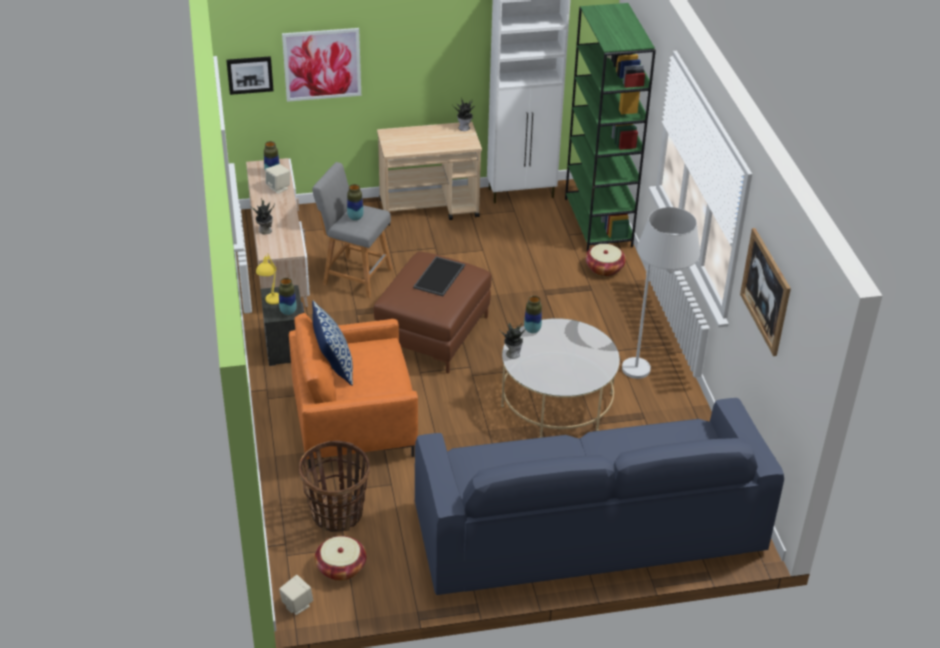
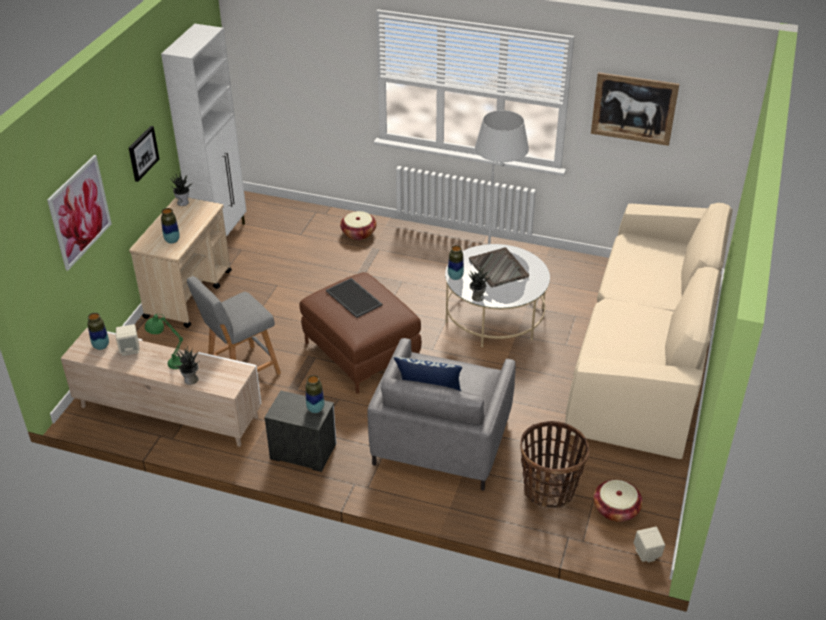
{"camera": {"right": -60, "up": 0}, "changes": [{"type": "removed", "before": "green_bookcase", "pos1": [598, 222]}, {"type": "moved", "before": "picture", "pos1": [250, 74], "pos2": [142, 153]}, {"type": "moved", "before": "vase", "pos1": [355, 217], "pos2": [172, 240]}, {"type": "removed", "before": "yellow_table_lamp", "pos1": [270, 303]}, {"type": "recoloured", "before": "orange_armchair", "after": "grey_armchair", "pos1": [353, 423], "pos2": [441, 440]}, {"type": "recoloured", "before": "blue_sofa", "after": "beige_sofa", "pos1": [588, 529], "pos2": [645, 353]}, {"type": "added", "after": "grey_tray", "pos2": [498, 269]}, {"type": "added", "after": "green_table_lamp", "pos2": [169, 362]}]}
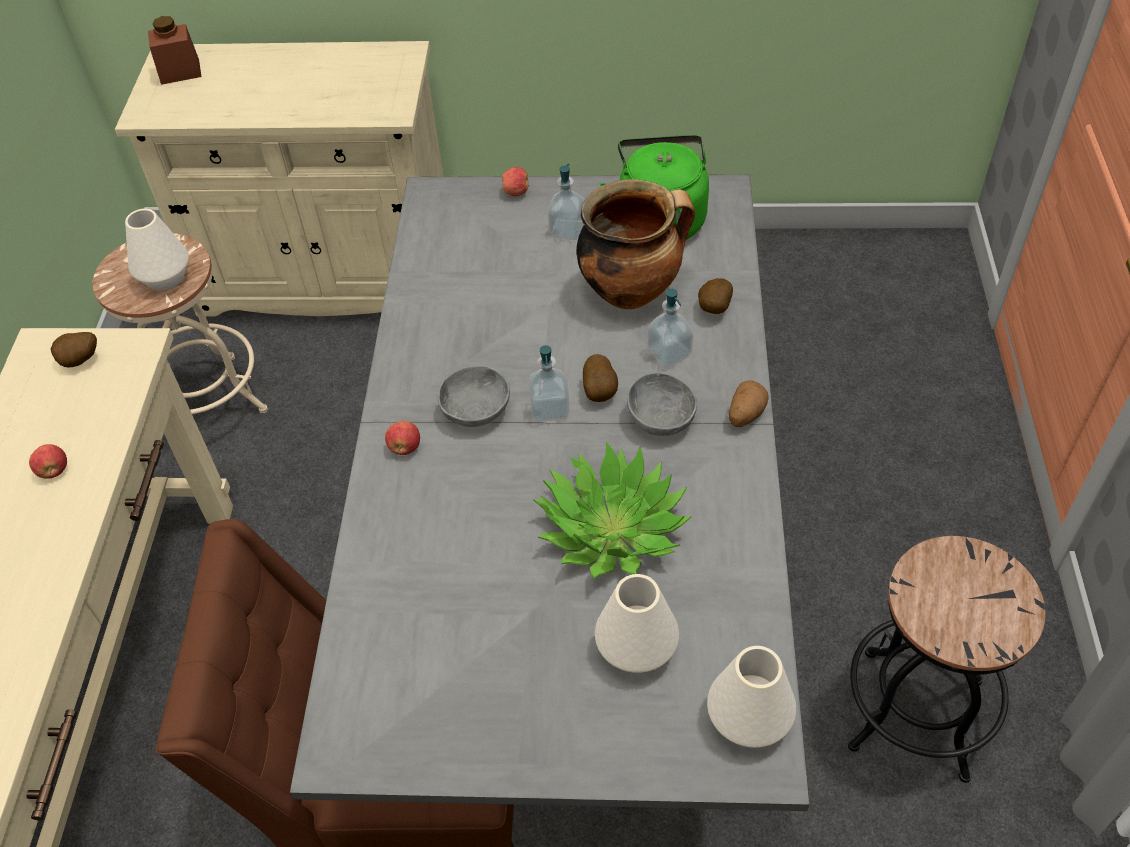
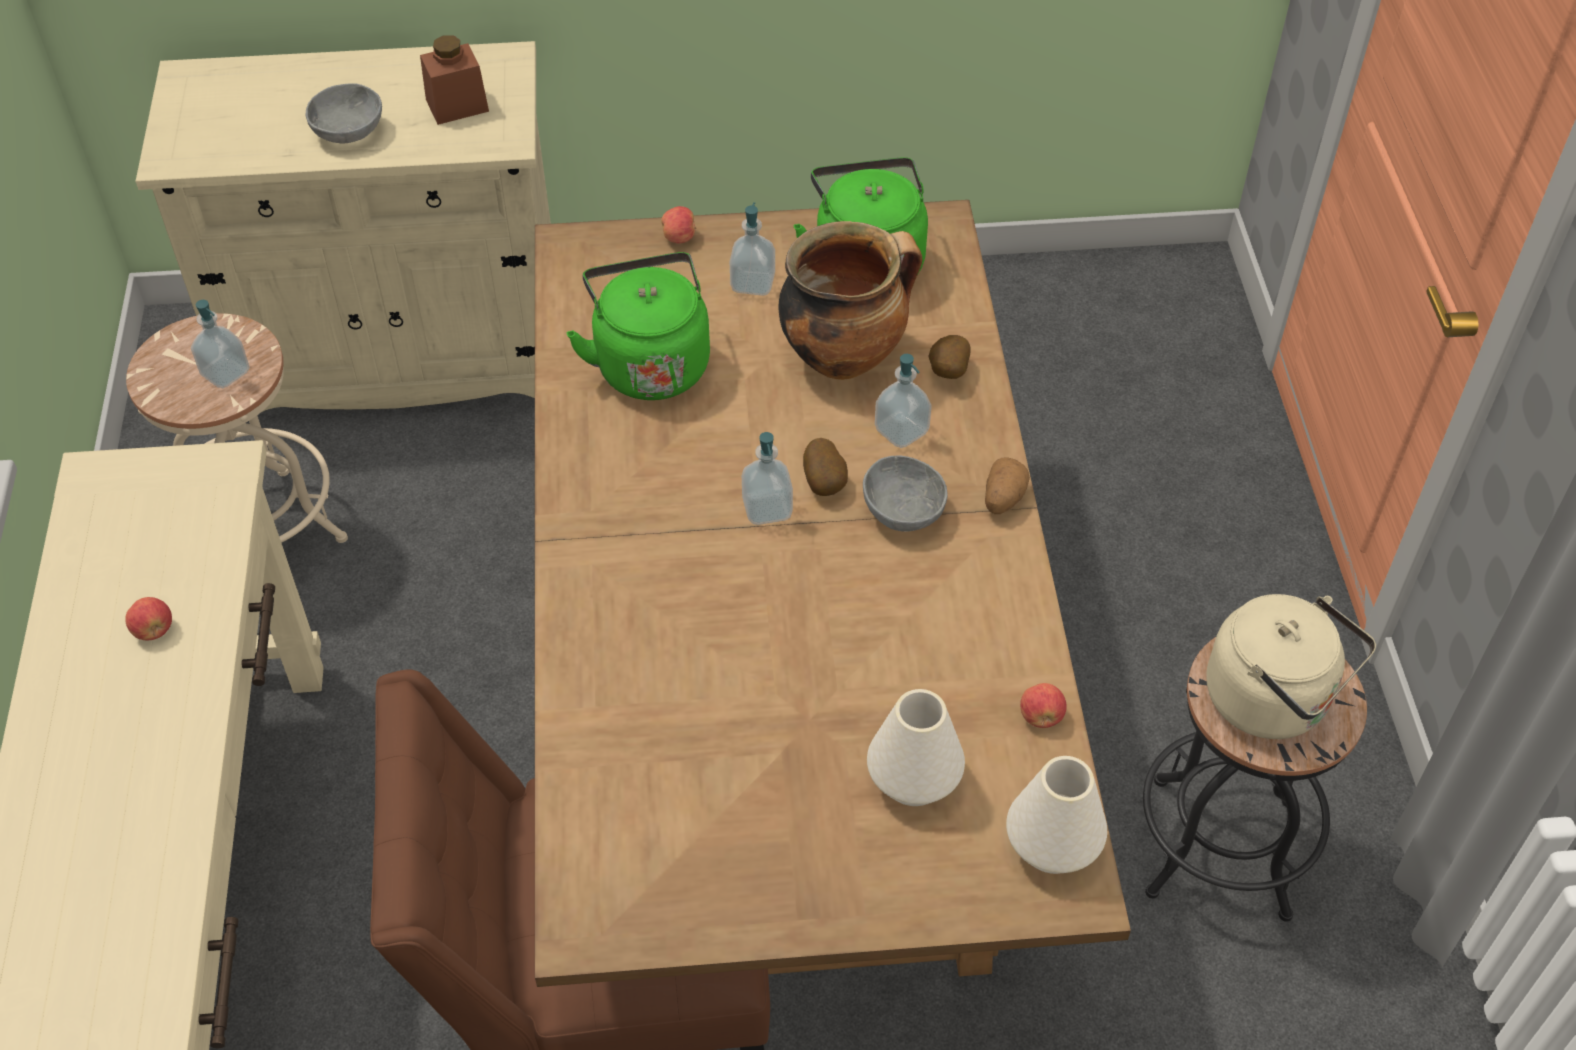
{"camera": {"right": -10, "up": 0}, "changes": [{"type": "moved", "before": "brown_jar", "pos1": [180, 71], "pos2": [457, 105]}, {"type": "recoloured", "before": "grey_dining_table", "after": "brown_dining_table", "pos1": [575, 588], "pos2": [789, 734]}, {"type": "replaced", "before": "white_vase", "after": "soap_dispenser", "pos1": [165, 277], "pos2": [225, 373]}, {"type": "removed", "before": "potato", "pos1": [81, 361]}, {"type": "moved", "before": "grey_bowl", "pos1": [476, 412], "pos2": [349, 133]}, {"type": "moved", "before": "apple", "pos1": [405, 447], "pos2": [1041, 717]}, {"type": "removed", "before": "potted_plant", "pos1": [611, 529]}, {"type": "added", "after": "green_kettle", "pos2": [650, 362]}, {"type": "added", "after": "beige_kettle", "pos2": [1273, 701]}]}
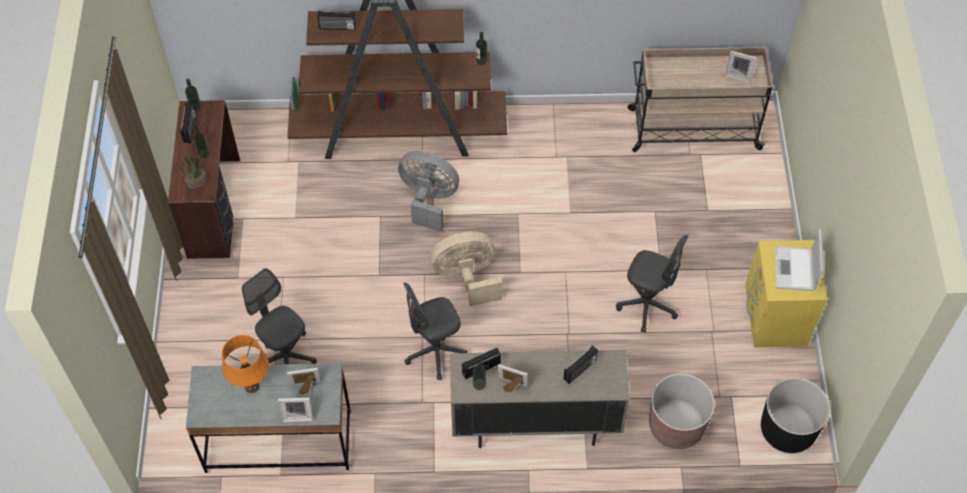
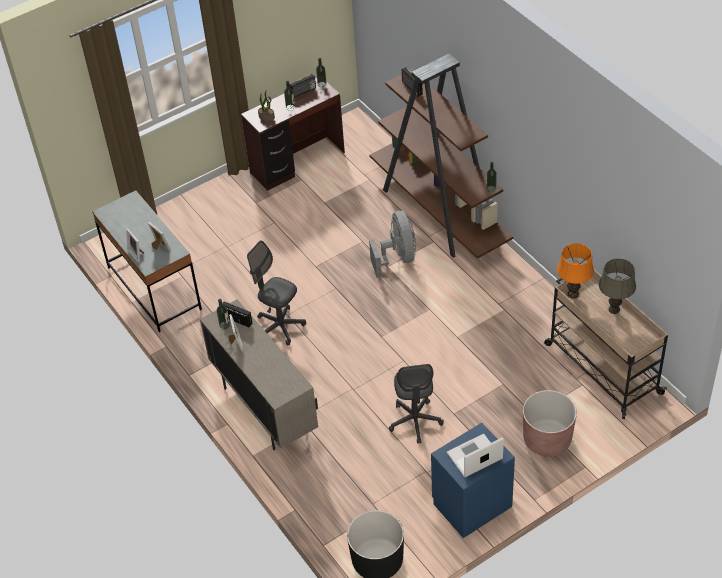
{"camera": {"right": 60, "up": -10}, "changes": [{"type": "removed", "before": "picture_frame", "pos1": [738, 75]}, {"type": "removed", "before": "beige_fan", "pos1": [467, 278]}, {"type": "recoloured", "before": "yellow_nightstand", "after": "blue_nightstand", "pos1": [774, 317], "pos2": [471, 504]}, {"type": "removed", "before": "grey_office_chair", "pos1": [285, 357]}, {"type": "moved", "before": "orange_table_lamp", "pos1": [252, 386], "pos2": [573, 294]}, {"type": "removed", "before": "radio", "pos1": [580, 370]}, {"type": "moved", "before": "brown_planter", "pos1": [676, 425], "pos2": [547, 439]}, {"type": "added", "after": "grey_table_lamp", "pos2": [614, 309]}]}
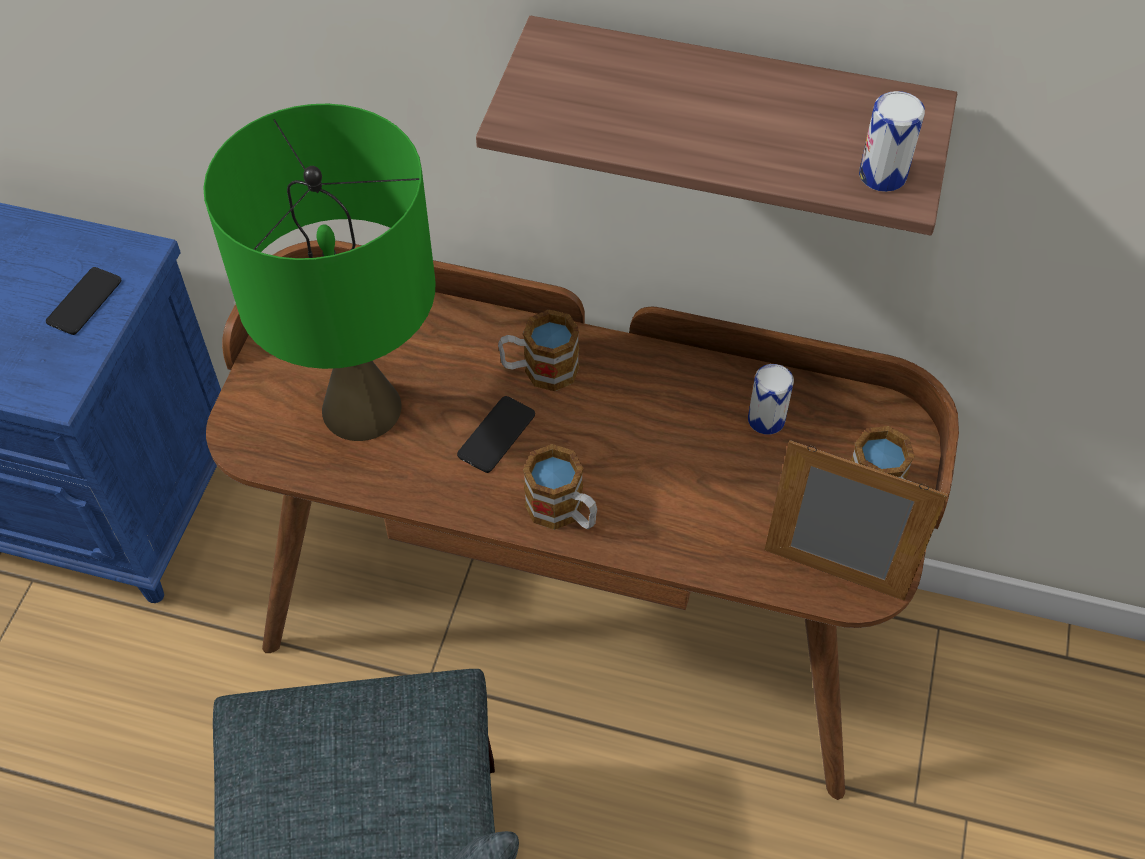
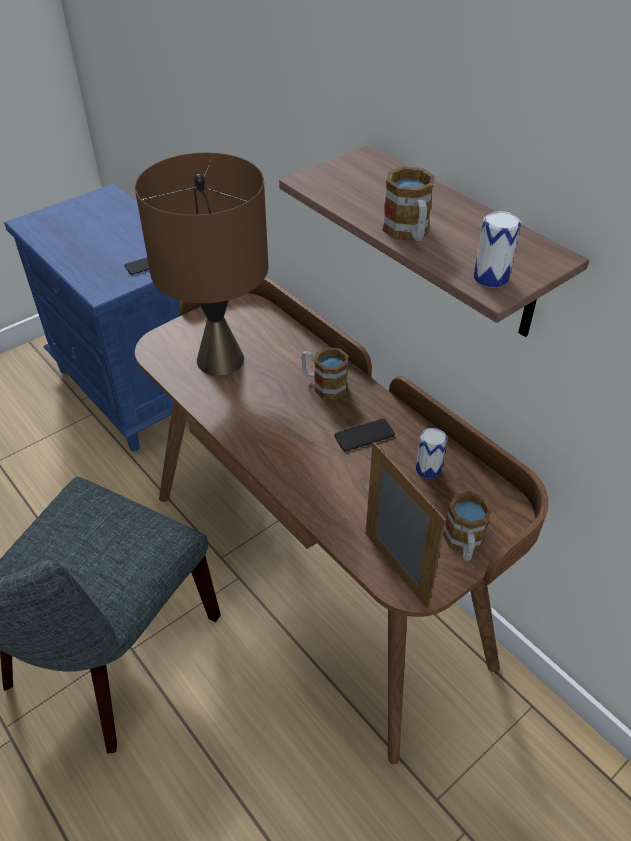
{"camera": {"right": 35, "up": -10}, "changes": [{"type": "recoloured", "before": "green_table_lamp", "after": "brown_table_lamp", "pos1": [362, 408], "pos2": [221, 359]}, {"type": "moved", "before": "phone", "pos1": [496, 435], "pos2": [364, 435]}, {"type": "moved", "before": "mug", "pos1": [563, 512], "pos2": [408, 233]}]}
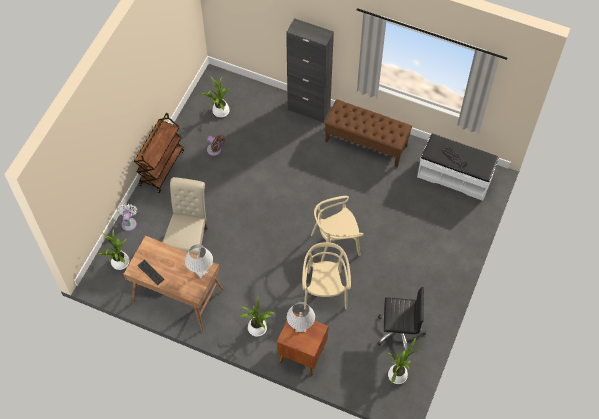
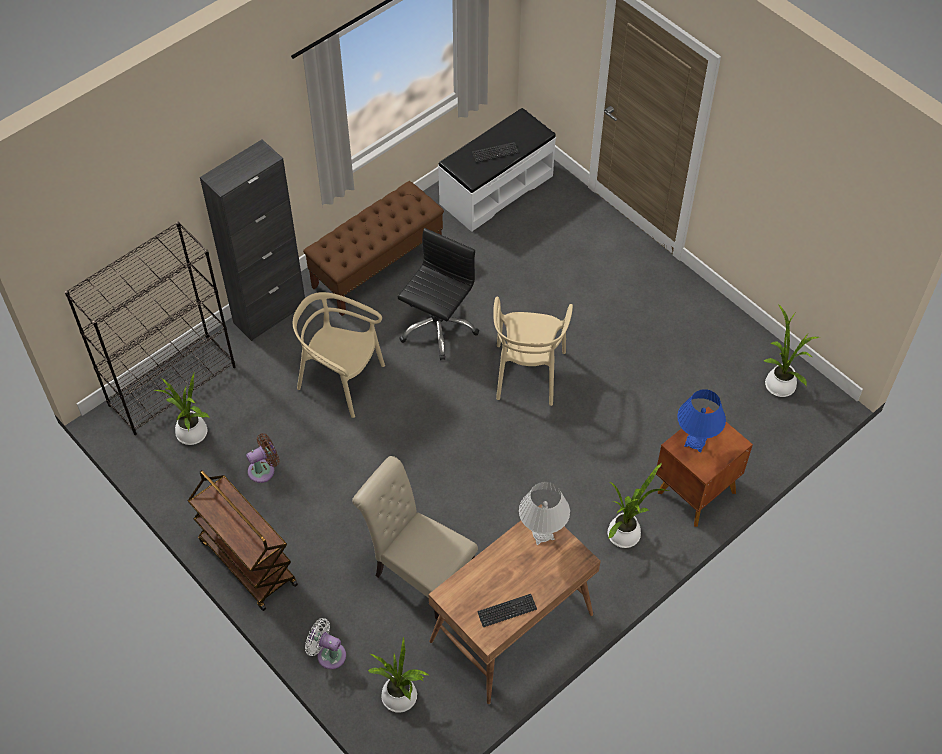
{"camera": {"right": -65, "up": -5}, "changes": [{"type": "moved", "before": "beige_chair", "pos1": [325, 291], "pos2": [341, 380]}, {"type": "moved", "before": "black_office_chair", "pos1": [399, 331], "pos2": [438, 327]}, {"type": "recoloured", "before": "white_table_lamp", "after": "blue_table_lamp", "pos1": [300, 327], "pos2": [695, 442]}, {"type": "added", "after": "black_bookcase", "pos2": [173, 385]}]}
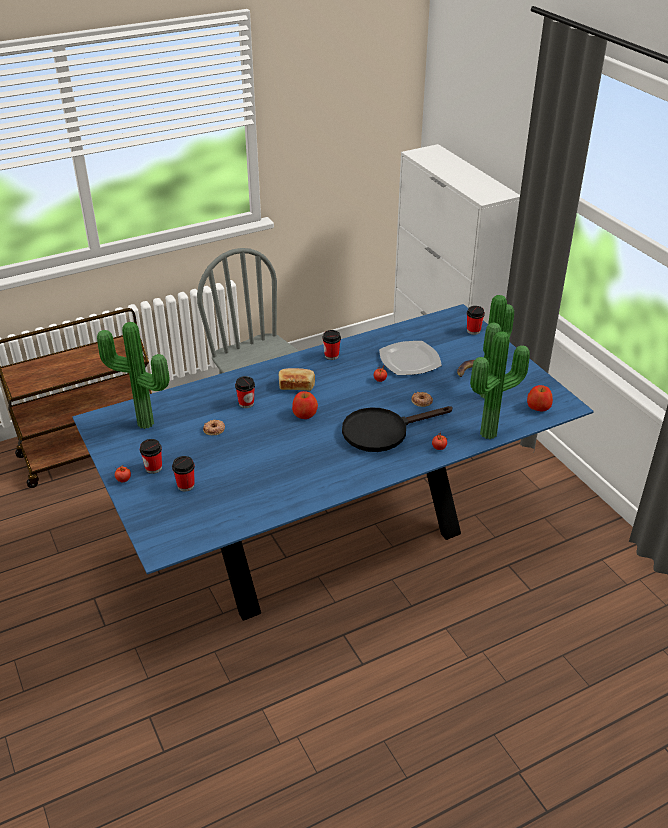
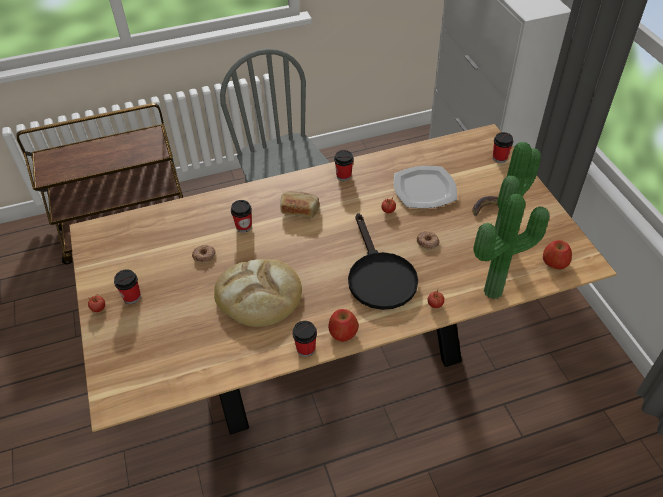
{"camera": {"right": 10, "up": 10}, "changes": [{"type": "recoloured", "before": "blue_dining_table", "after": "brown_dining_table", "pos1": [333, 539], "pos2": [334, 353]}, {"type": "removed", "before": "potted_plant", "pos1": [144, 425]}, {"type": "moved", "before": "apple", "pos1": [304, 413], "pos2": [343, 332]}, {"type": "turned", "before": "black_frying_pan", "pos1": [383, 431], "pos2": [378, 276], "turn": -90}, {"type": "moved", "before": "cup", "pos1": [186, 485], "pos2": [306, 349]}, {"type": "added", "after": "bread", "pos2": [259, 294]}]}
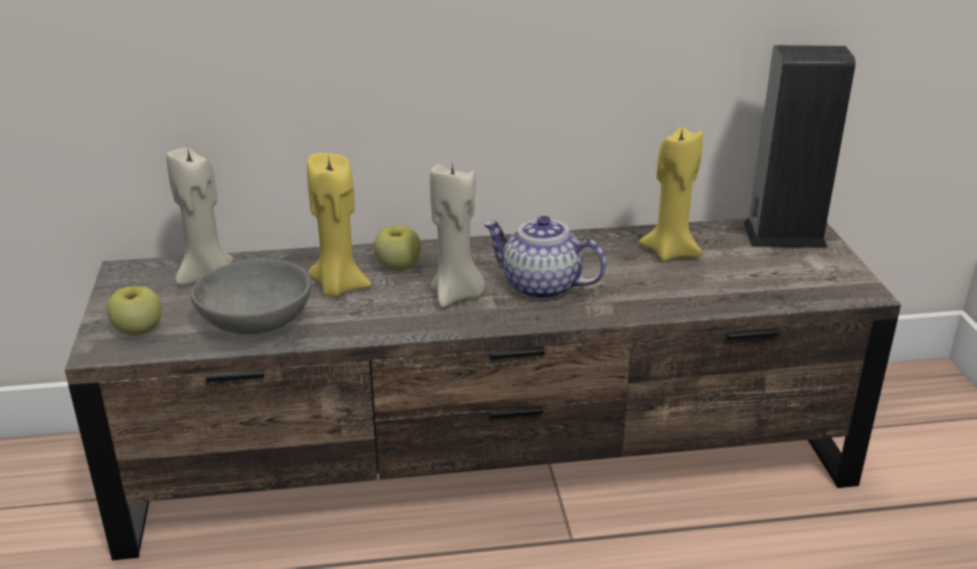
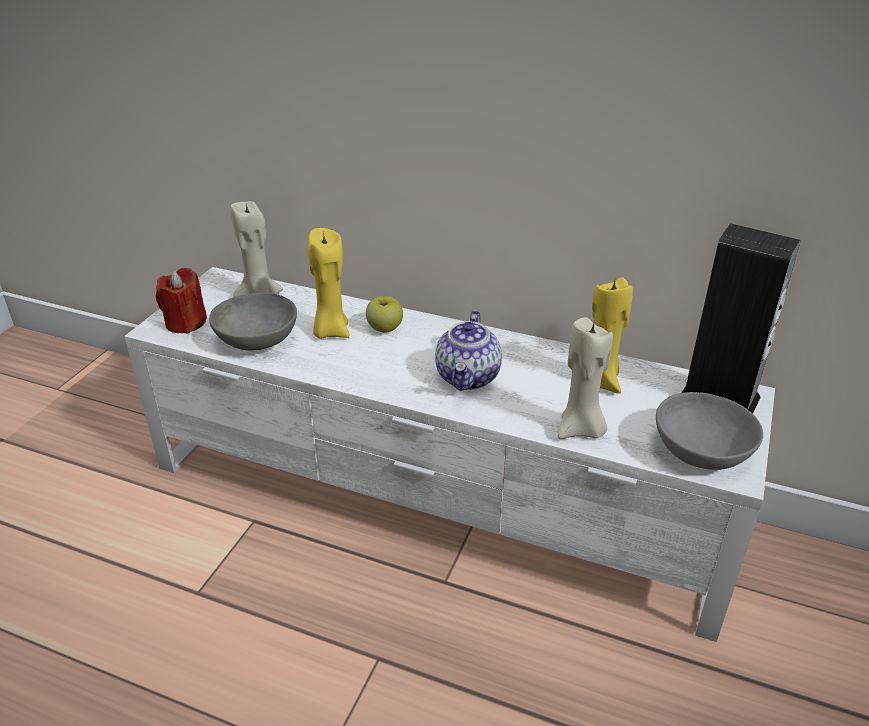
{"camera": {"right": 30, "up": 5}, "changes": [{"type": "moved", "before": "beige_candle", "pos1": [456, 295], "pos2": [580, 430]}, {"type": "turned", "before": "teapot", "pos1": [540, 286], "pos2": [468, 377], "turn": -135}, {"type": "recoloured", "before": "brown_tv_stand", "after": "white_tv_stand", "pos1": [491, 460], "pos2": [437, 497]}, {"type": "replaced", "before": "apple", "after": "red_candle", "pos1": [138, 330], "pos2": [186, 323]}, {"type": "added", "after": "grey_bowl", "pos2": [702, 451]}]}
